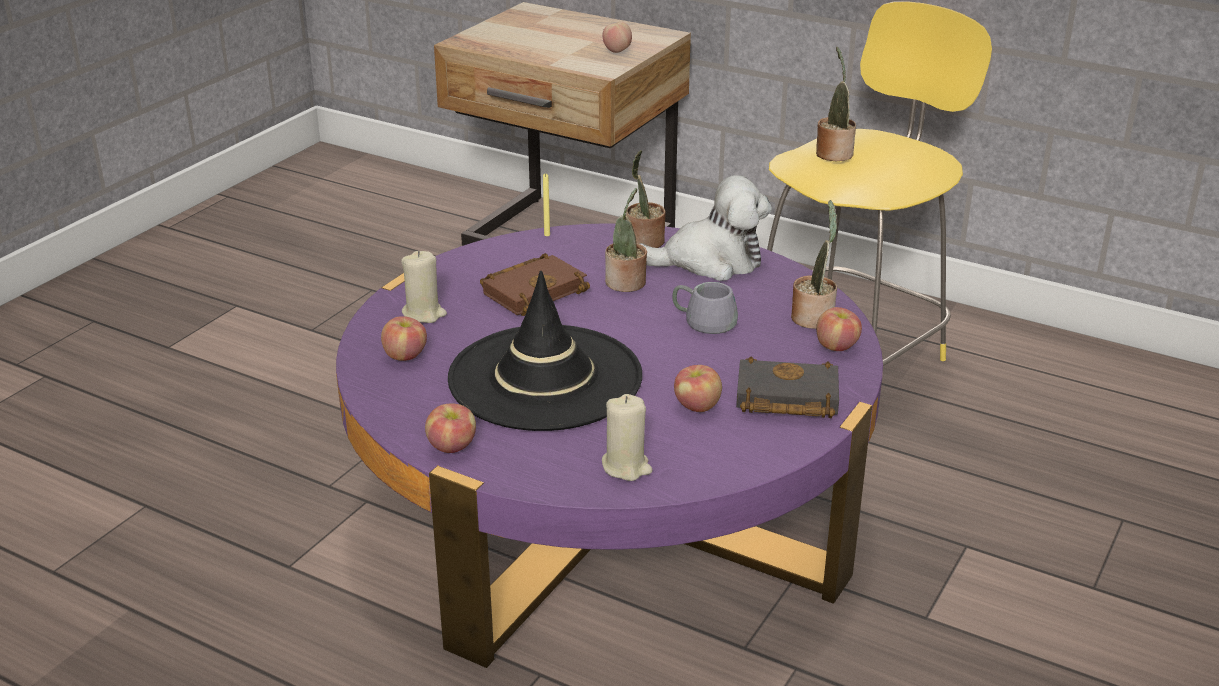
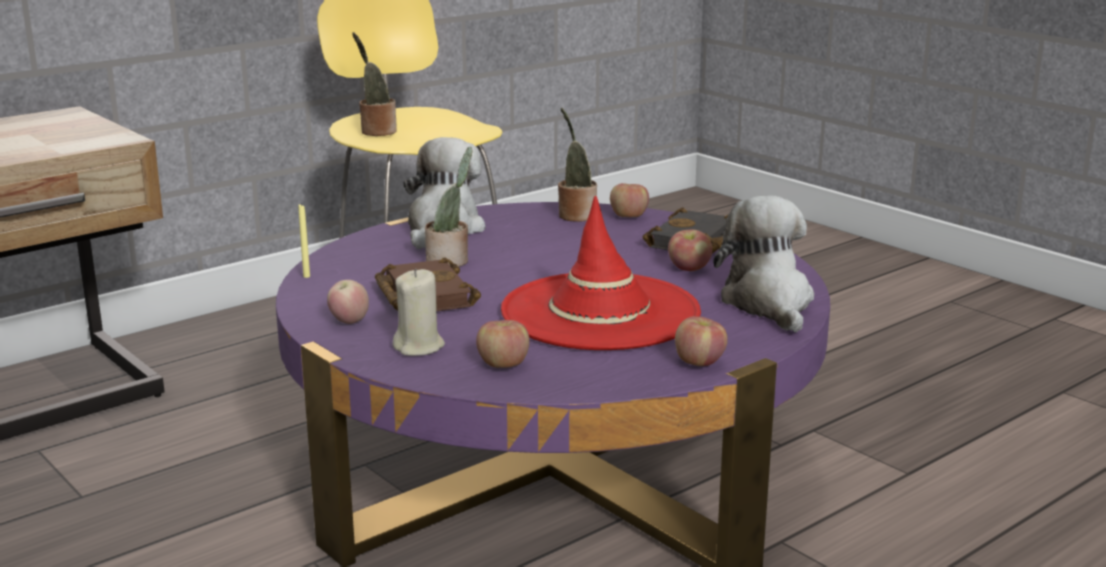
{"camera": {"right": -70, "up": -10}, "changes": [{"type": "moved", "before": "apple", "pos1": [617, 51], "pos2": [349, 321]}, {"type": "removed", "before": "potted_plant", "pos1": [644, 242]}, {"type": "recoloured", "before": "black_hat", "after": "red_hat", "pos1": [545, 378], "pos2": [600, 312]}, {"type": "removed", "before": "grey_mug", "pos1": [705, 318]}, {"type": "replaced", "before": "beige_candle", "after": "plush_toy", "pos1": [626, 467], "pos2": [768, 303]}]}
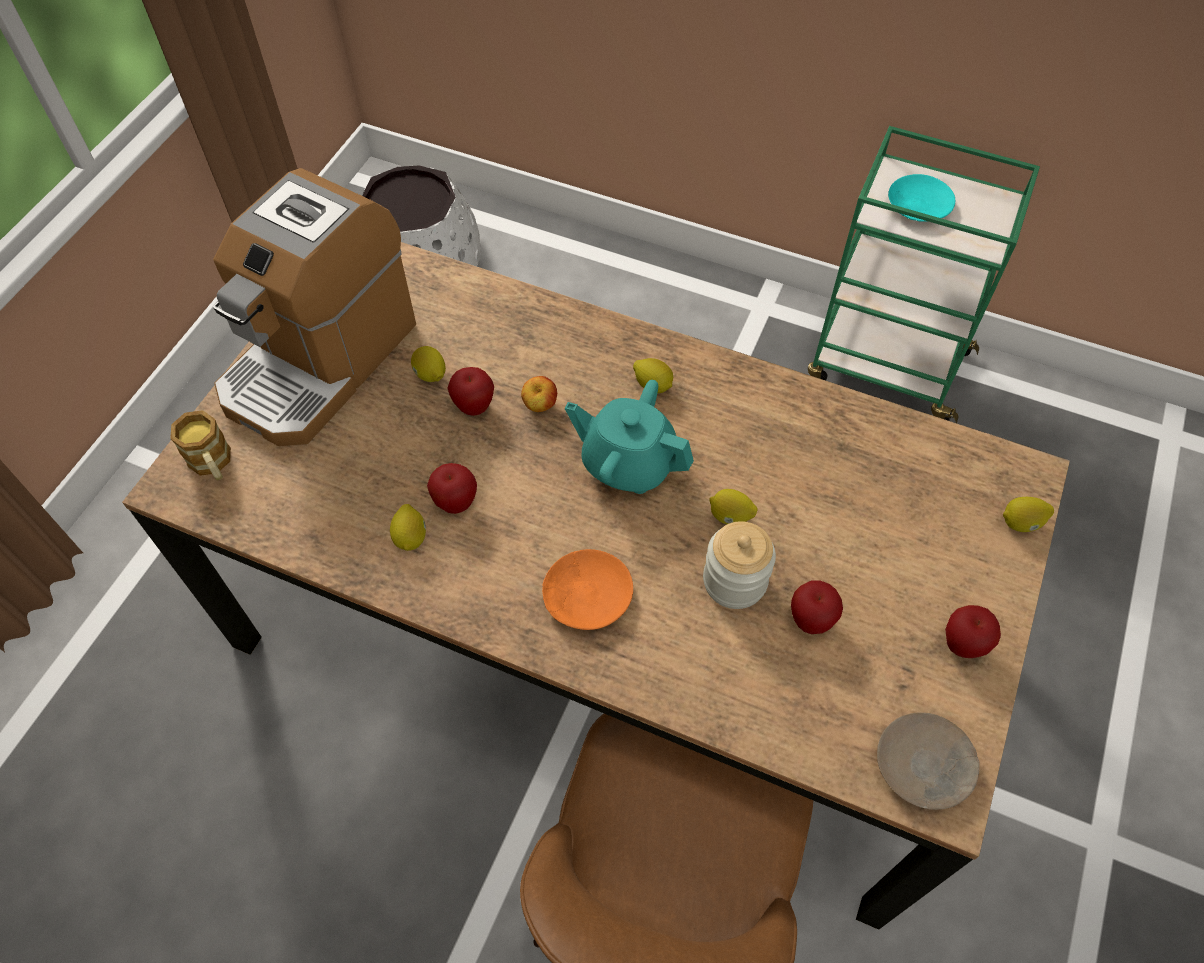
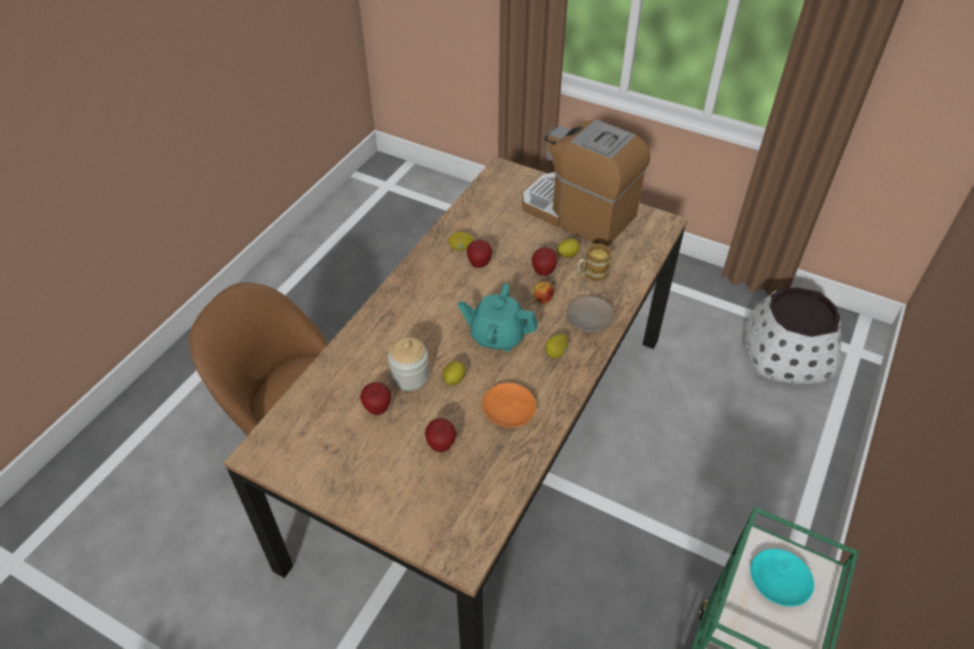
{"camera": {"right": 95, "up": -10}, "changes": [{"type": "turned", "before": "turquoise_teapot", "pos1": [628, 463], "pos2": [497, 336], "turn": -105}, {"type": "moved", "before": "mug", "pos1": [213, 464], "pos2": [591, 274]}, {"type": "removed", "before": "lemon", "pos1": [1021, 523]}, {"type": "moved", "before": "orange_plate", "pos1": [586, 595], "pos2": [509, 408]}, {"type": "moved", "before": "apple", "pos1": [962, 644], "pos2": [441, 445]}, {"type": "moved", "before": "beige_plate", "pos1": [925, 765], "pos2": [589, 319]}]}
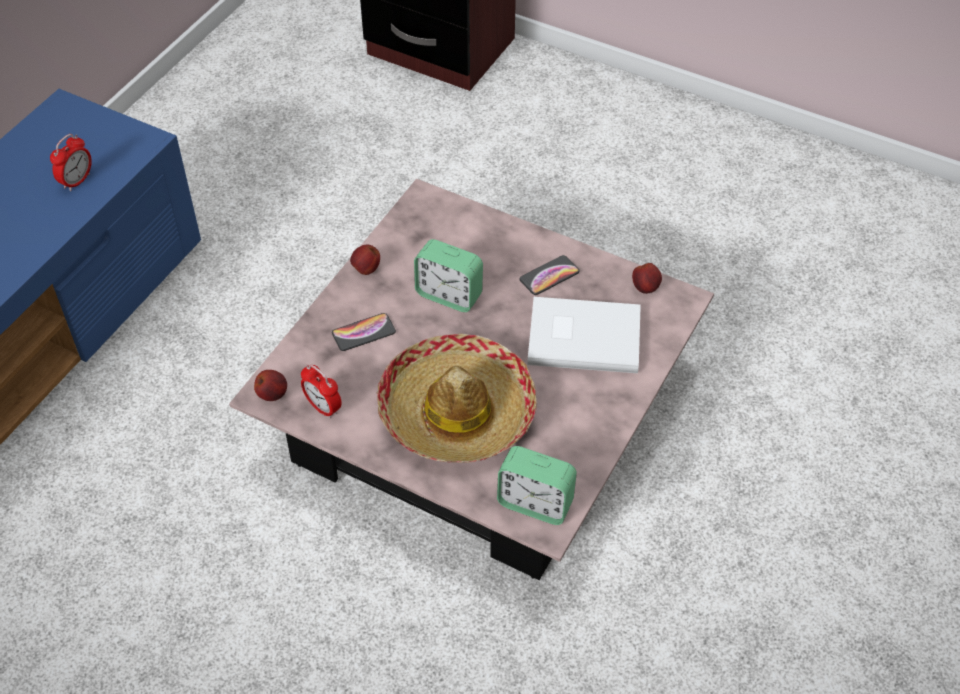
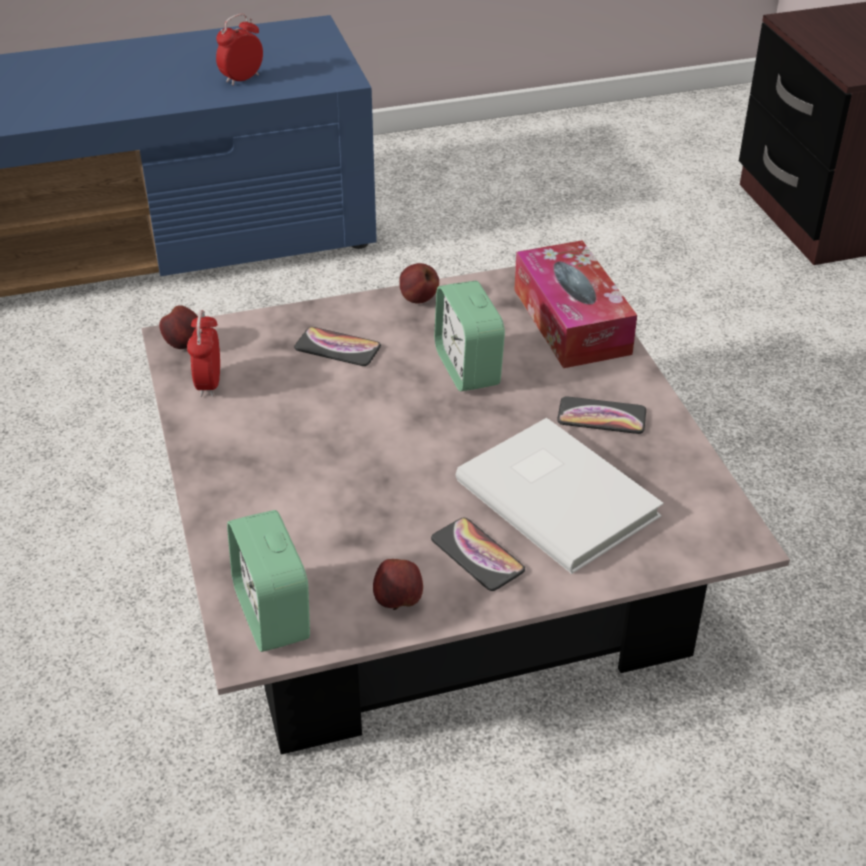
{"camera": {"right": 45, "up": -10}, "changes": [{"type": "turned", "before": "alarm_clock", "pos1": [77, 181], "pos2": [242, 79], "turn": 150}, {"type": "moved", "before": "apple", "pos1": [646, 288], "pos2": [398, 602]}, {"type": "removed", "before": "hat", "pos1": [457, 411]}, {"type": "added", "after": "tissue_box", "pos2": [571, 321]}, {"type": "added", "after": "phone", "pos2": [477, 555]}]}
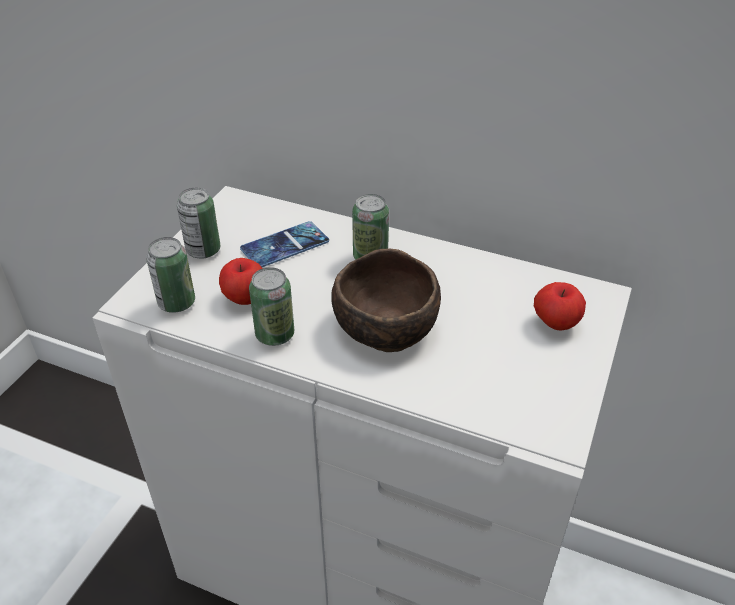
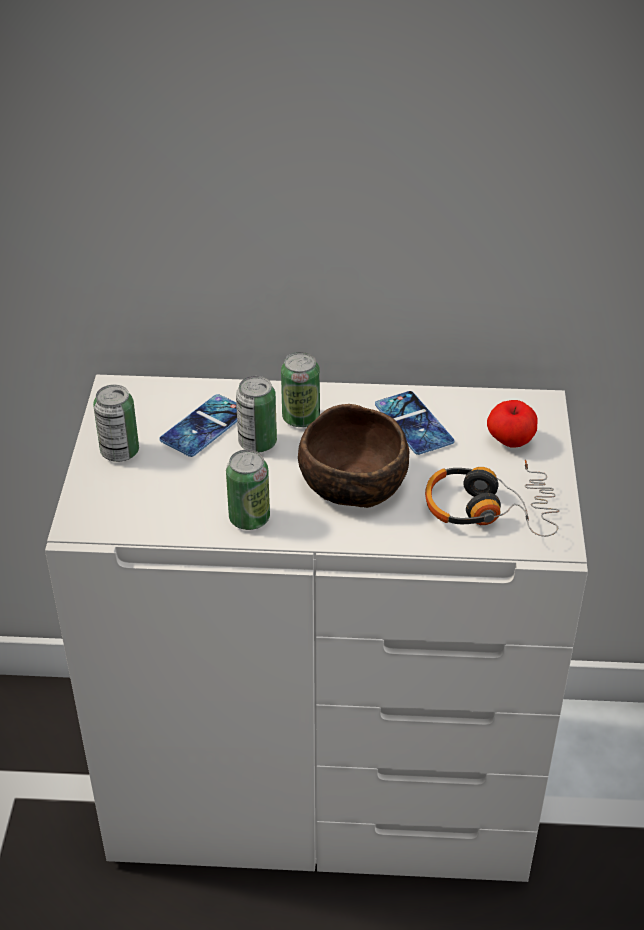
{"camera": {"right": -20, "up": 0}, "changes": [{"type": "moved", "before": "can", "pos1": [177, 303], "pos2": [257, 443]}, {"type": "removed", "before": "apple", "pos1": [245, 298]}, {"type": "added", "after": "phone", "pos2": [413, 423]}, {"type": "added", "after": "headphones", "pos2": [490, 509]}]}
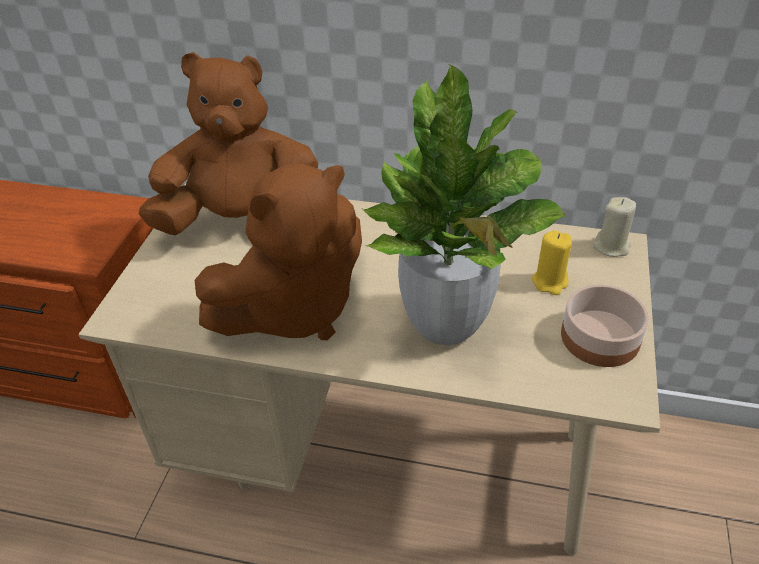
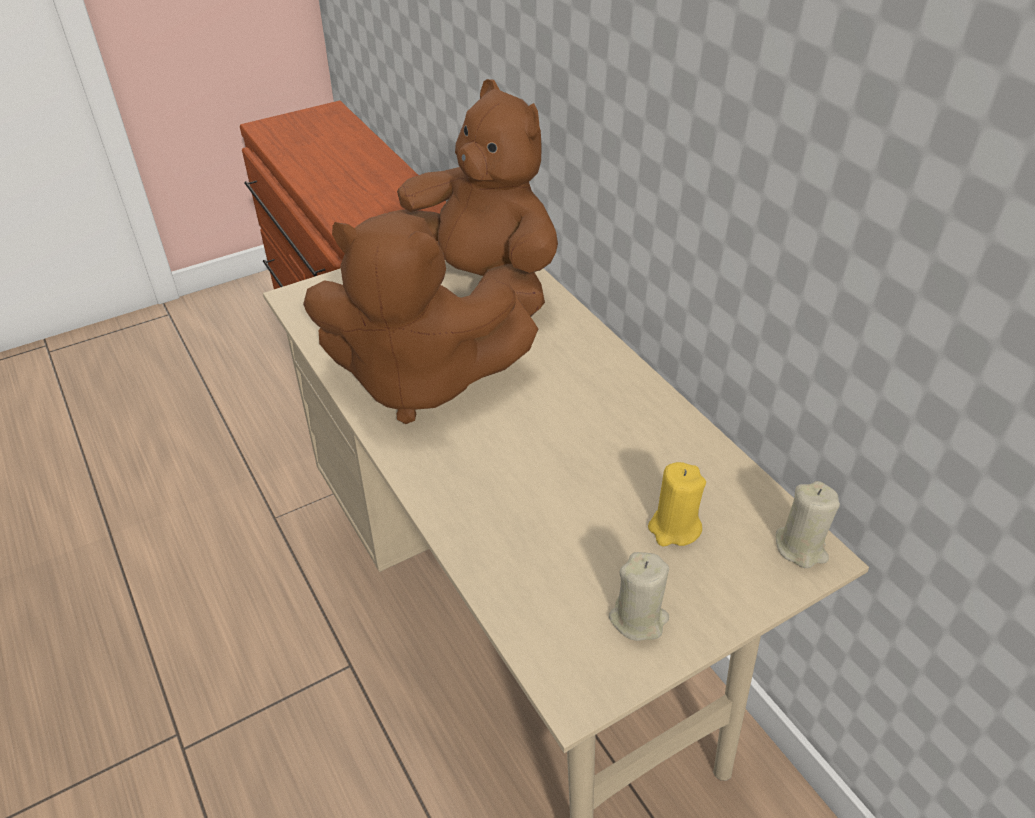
{"camera": {"right": 45, "up": 0}, "changes": [{"type": "removed", "before": "potted_plant", "pos1": [446, 324]}, {"type": "replaced", "before": "bowl", "after": "beige_candle", "pos1": [599, 338], "pos2": [638, 618]}]}
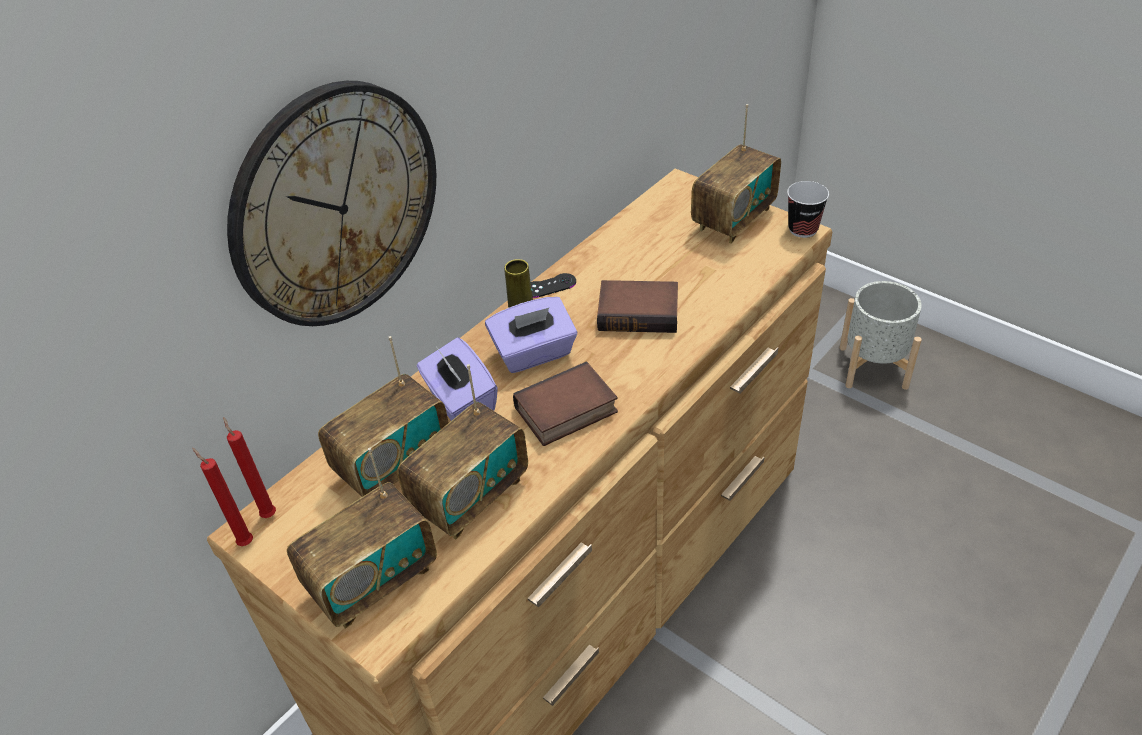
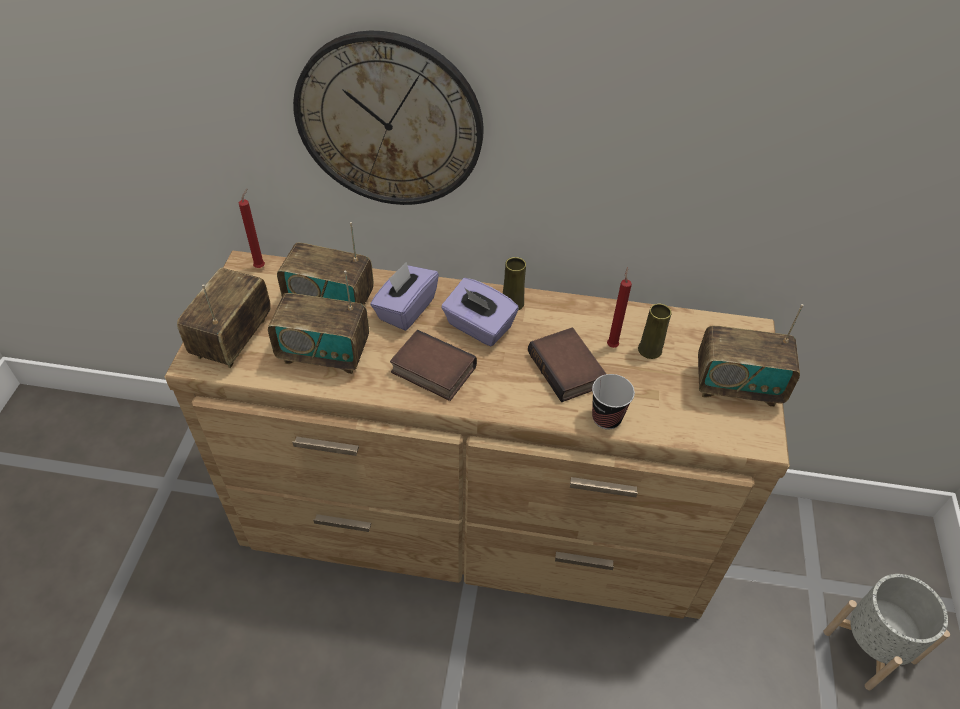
{"camera": {"right": 55, "up": 5}, "changes": [{"type": "moved", "before": "cup", "pos1": [803, 229], "pos2": [606, 418]}, {"type": "removed", "before": "black_game_controller", "pos1": [550, 286]}, {"type": "moved", "before": "red_candle", "pos1": [244, 542], "pos2": [612, 345]}, {"type": "turned", "before": "radio", "pos1": [373, 581], "pos2": [233, 339], "turn": 90}, {"type": "added", "after": "yellow_vase", "pos2": [649, 350]}]}
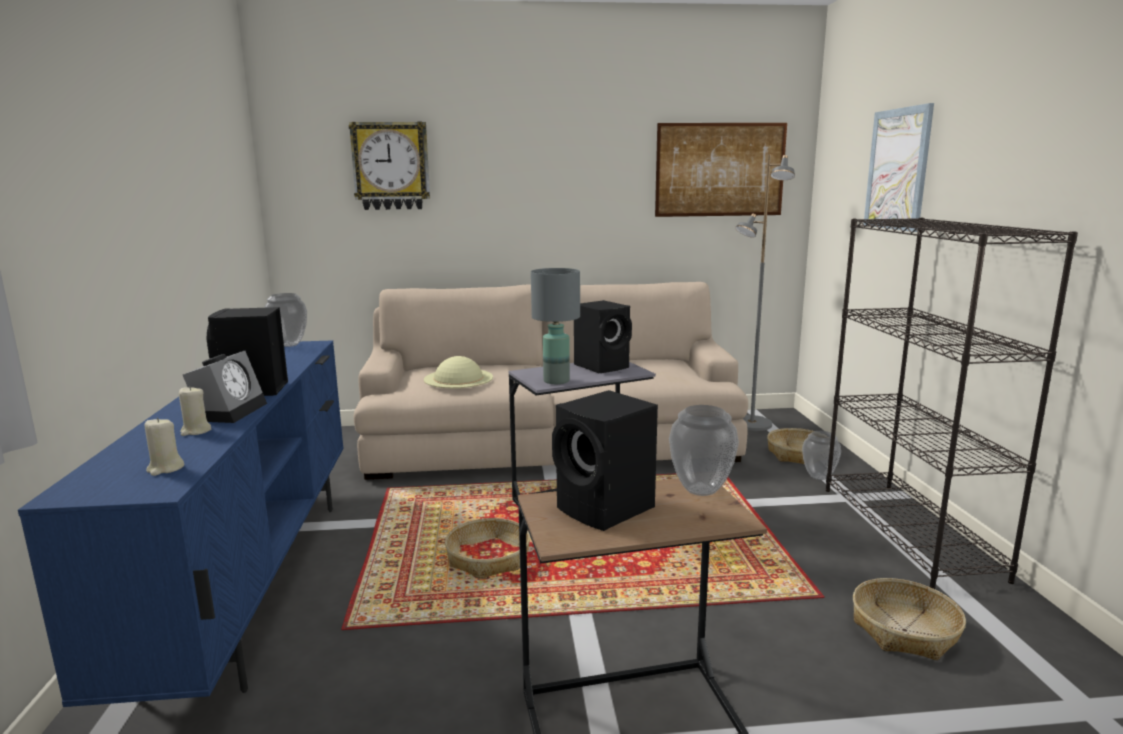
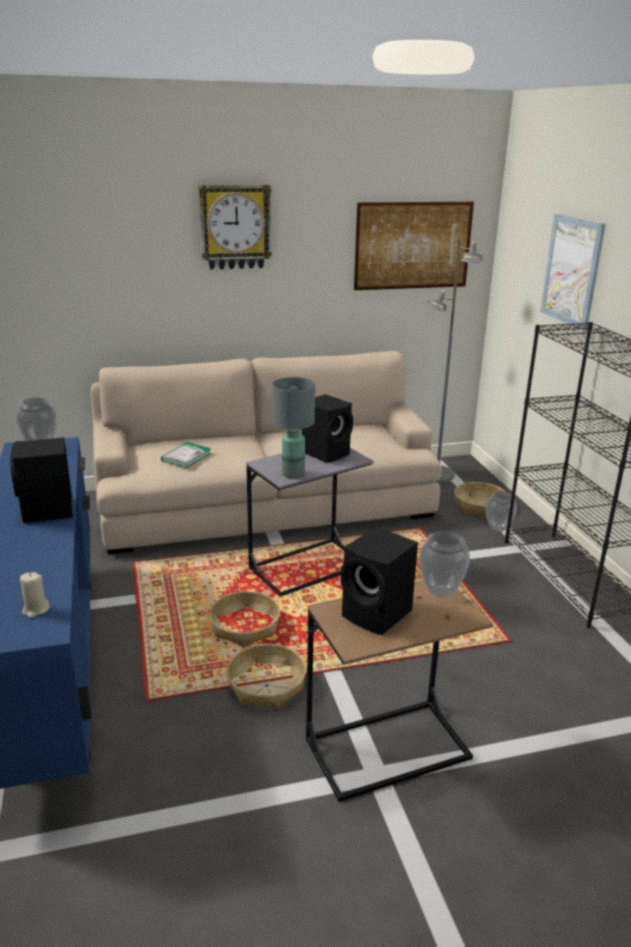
{"camera": {"right": -10, "up": 10}, "changes": [{"type": "moved", "before": "wall_clock", "pos1": [391, 166], "pos2": [235, 227]}, {"type": "removed", "before": "alarm_clock", "pos1": [230, 411]}, {"type": "replaced", "before": "beige_hat", "after": "book", "pos1": [458, 378], "pos2": [186, 457]}, {"type": "removed", "before": "beige_candle", "pos1": [196, 431]}, {"type": "moved", "before": "basket", "pos1": [904, 630], "pos2": [266, 685]}]}
